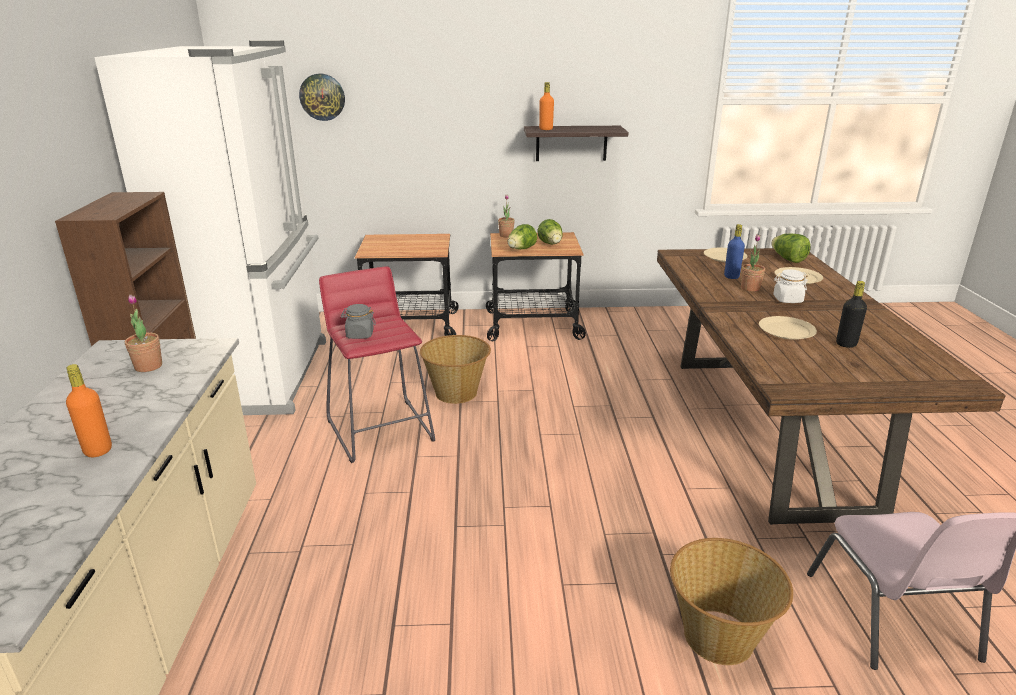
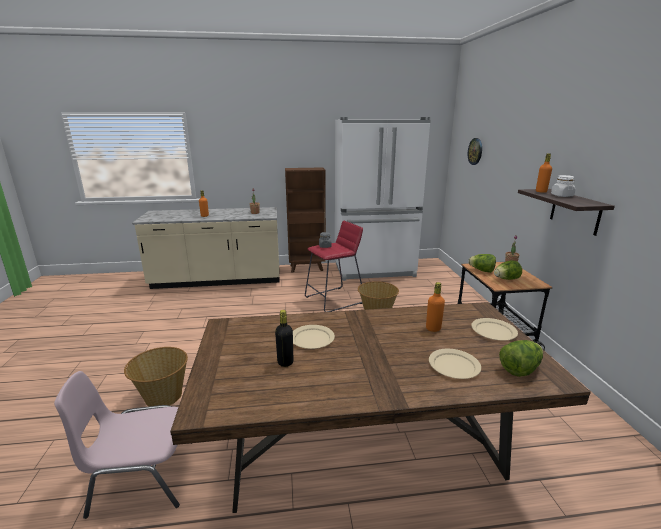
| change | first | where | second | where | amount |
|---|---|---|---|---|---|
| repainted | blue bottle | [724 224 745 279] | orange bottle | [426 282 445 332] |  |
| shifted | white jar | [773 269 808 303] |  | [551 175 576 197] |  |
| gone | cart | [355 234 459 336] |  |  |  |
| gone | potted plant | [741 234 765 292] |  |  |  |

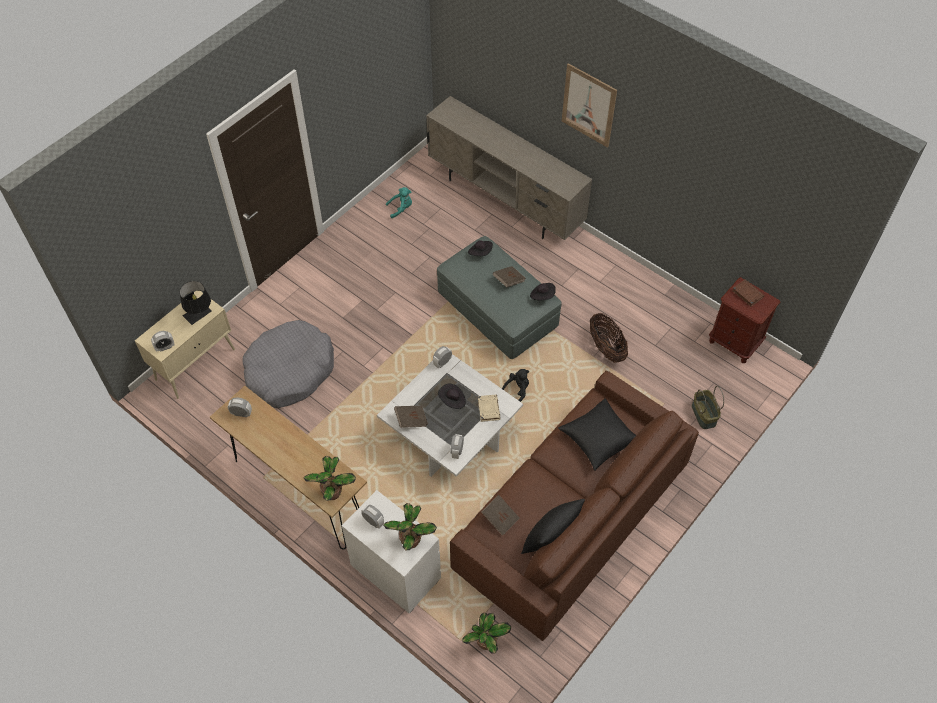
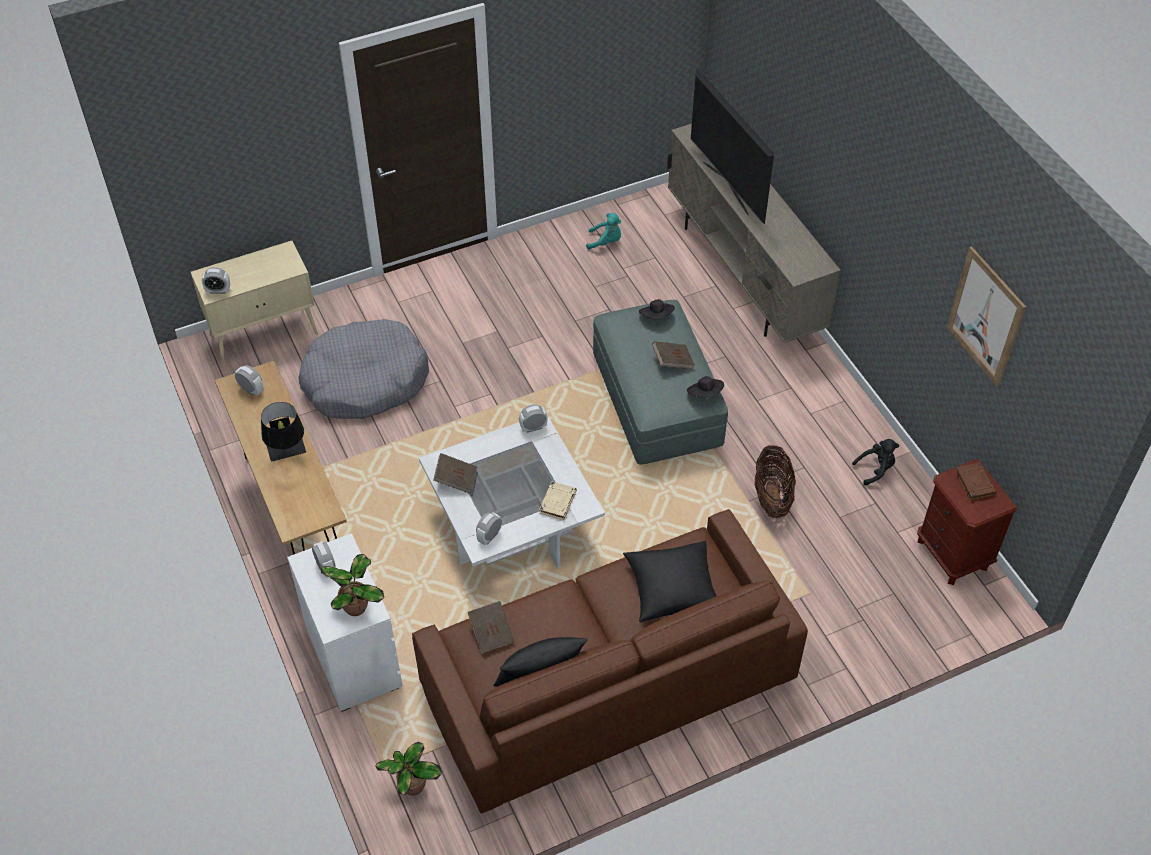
| change | first | where | second | where | amount |
|---|---|---|---|---|---|
| shifted | black table lamp | [180 281 212 325] |  | [261 402 306 462] |  |
| new |  |  | television | [691 69 774 224] |  |
| shifted | black plush toy | [502 369 529 402] |  | [852 439 899 486] |  |
| shifted | picture | [562 63 617 148] |  | [947 246 1026 387] |  |
| gone | potted plant | [304 456 356 501] |  |  |  |
| gone | black hat | [438 383 466 409] |  |  |  |
| gone | basket | [692 386 724 429] |  |  |  |

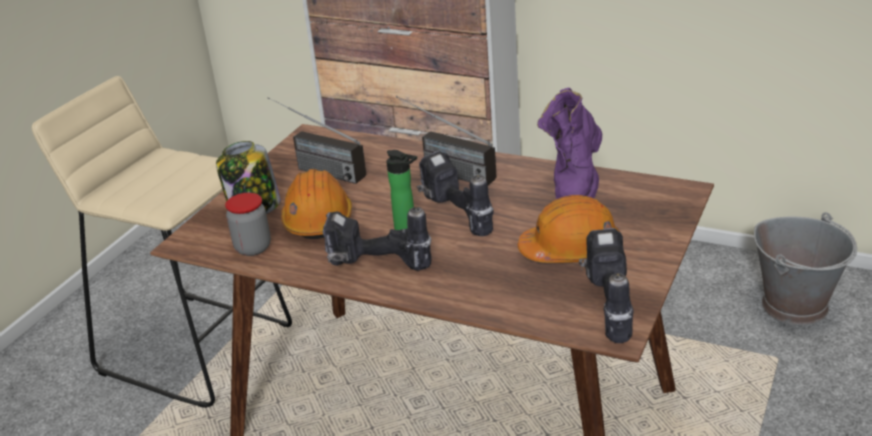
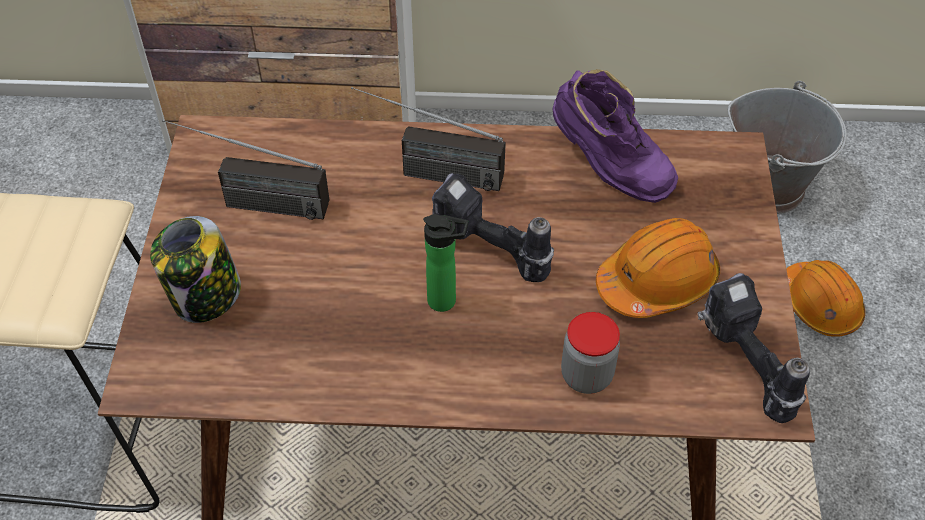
| change | first | where | second | where | amount |
|---|---|---|---|---|---|
| rotated | purple boot | [537 88 602 199] |  | [553 69 678 203] | 45 degrees counterclockwise |
| shifted | jar | [225 193 271 256] |  | [561 312 620 394] |  |
| shifted | orange hard hat | [281 169 352 239] |  | [786 260 865 337] |  |
| gone | power drill | [323 207 432 271] |  |  |  |

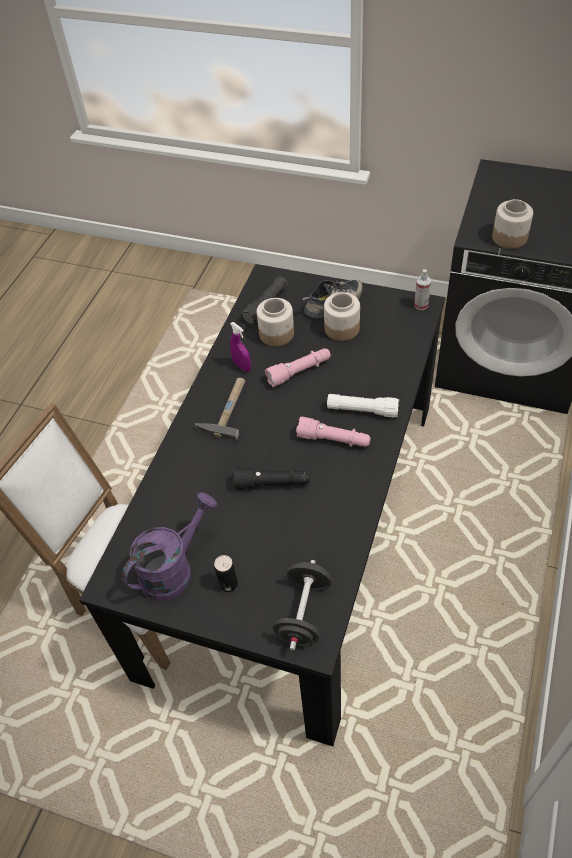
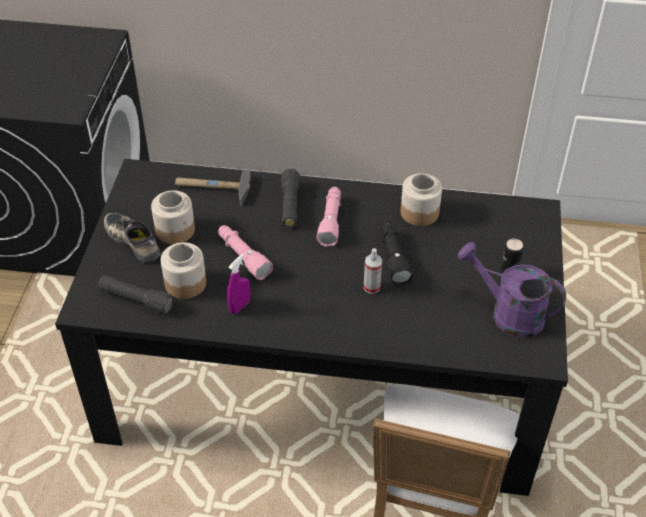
| change | first | where | second | where | amount |
|---|---|---|---|---|---|
| shifted | hammer | [195 378 245 440] |  | [175 171 251 206] |  |
| repainted | white flashlight | [327 394 399 418] | black flashlight | [281 169 300 228] |  |
| shifted | spray bottle | [414 269 431 310] |  | [364 248 382 294] |  |
| shifted | jar | [492 199 533 249] |  | [401 173 442 226] |  |
| gone | black dumbbell | [273 560 332 650] |  |  |  |

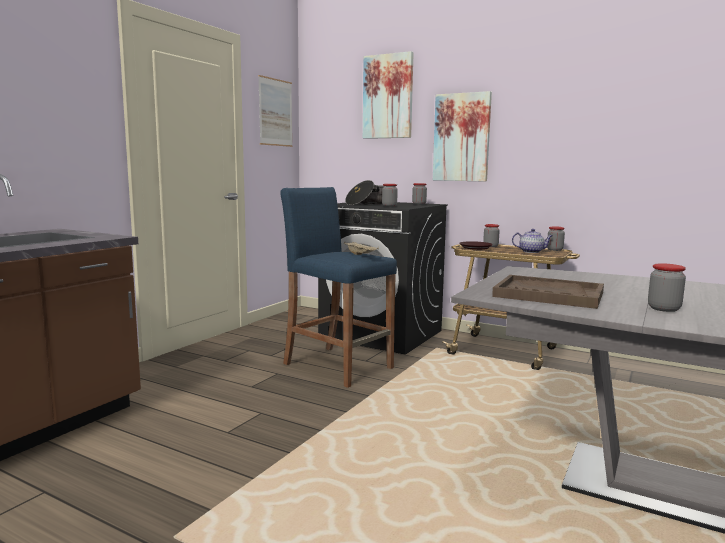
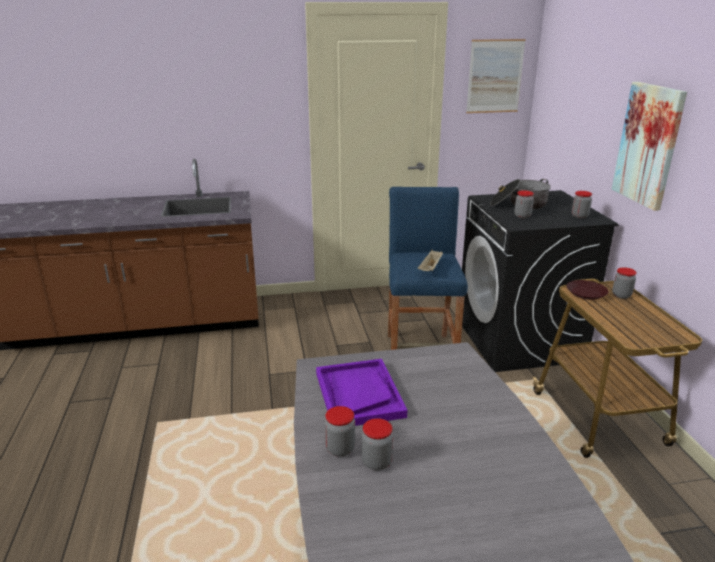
| change | first | where | second | where | amount |
|---|---|---|---|---|---|
| repainted | brown tray | [492 275 604 309] | purple tray | [316 359 407 426] |  |
| shifted | jar | [547 226 565 251] |  | [325 406 355 457] |  |
| gone | picture | [363 51 414 139] |  |  |  |
| gone | teapot | [512 229 553 253] |  |  |  |

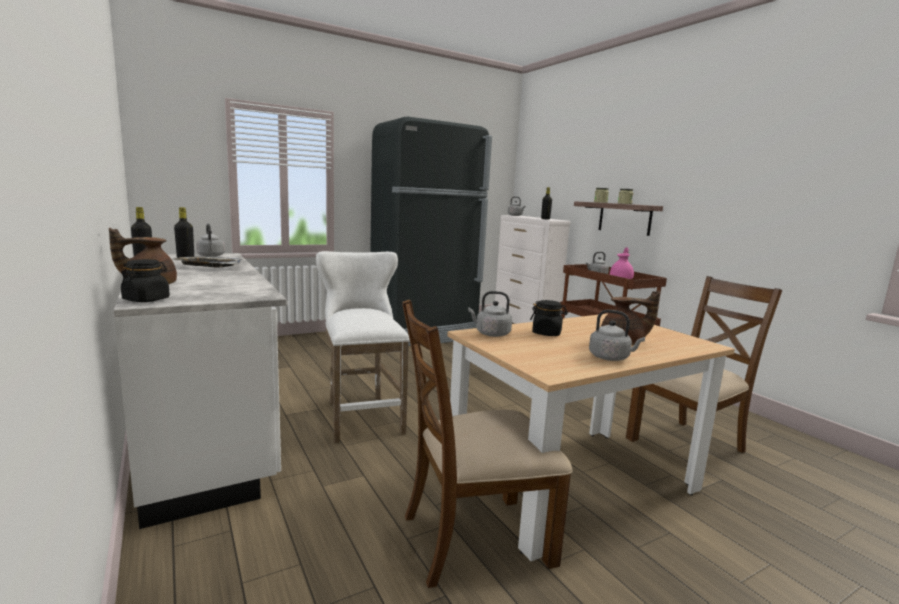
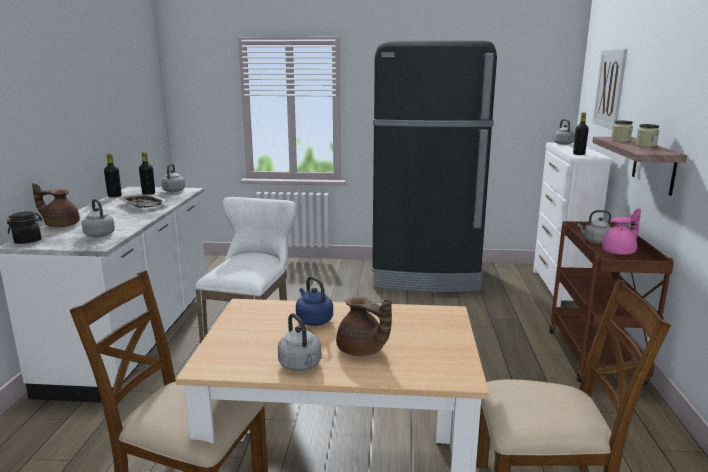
| change | first | where | second | where | amount |
|---|---|---|---|---|---|
| shifted | grey kettle | [468 291 512 337] |  | [82 199 115 237] |  |
| swapped | black jar | [530 300 568 336] | blue kettle | [296 276 333 326] |  |
| new |  |  | picture | [592 49 627 129] |  |

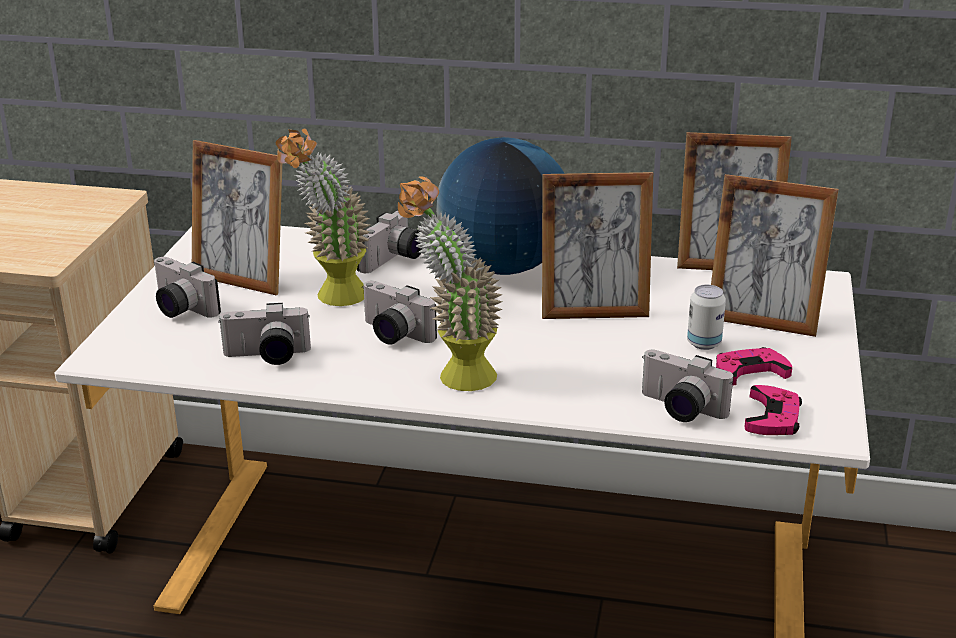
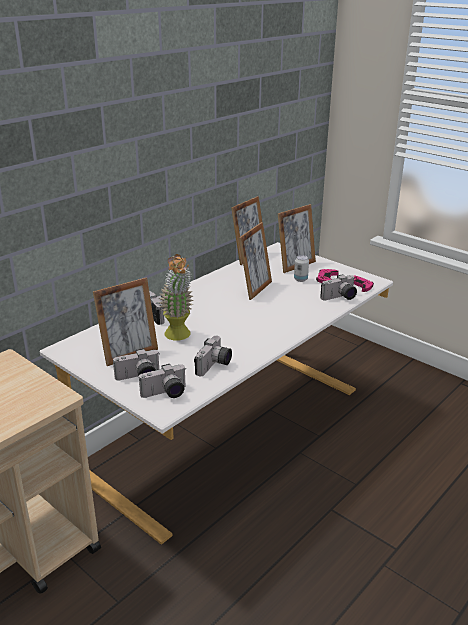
| change | first | where | second | where | amount |
|---|---|---|---|---|---|
| shifted | photo camera | [362 281 437 345] |  | [139 364 185 398] |  |
| gone | potted plant | [398 176 503 391] |  |  |  |
| gone | globe | [436 137 565 275] |  |  |  |

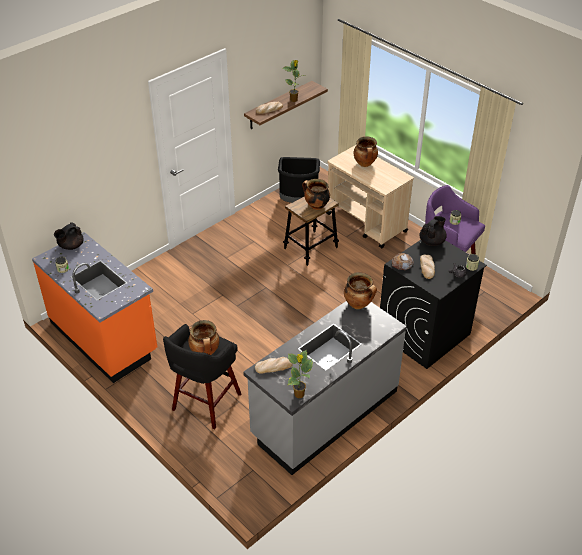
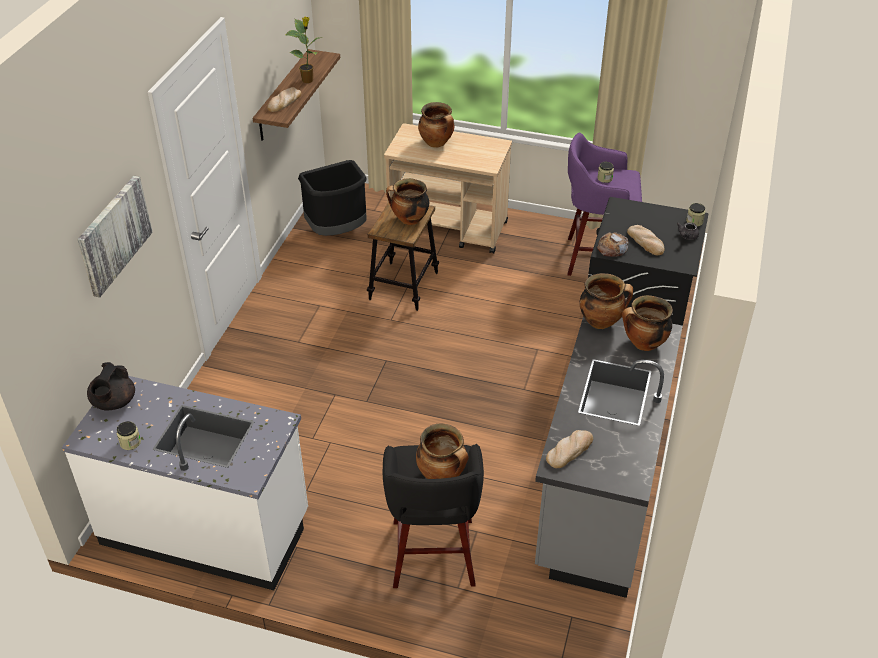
| change | first | where | second | where | amount |
|---|---|---|---|---|---|
| repainted | orange counter | [32 232 157 383] | white counter | [62 376 308 590] |  |
| new |  |  | picture | [77 176 152 298] |  |
| new |  |  | cooking pot | [622 295 673 351] |  |
| gone | potted plant | [287 350 313 398] |  |  |  |
| gone | black teapot | [419 216 447 246] |  |  |  |

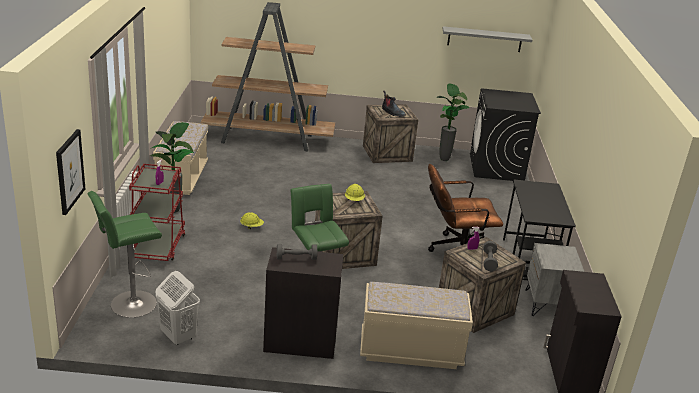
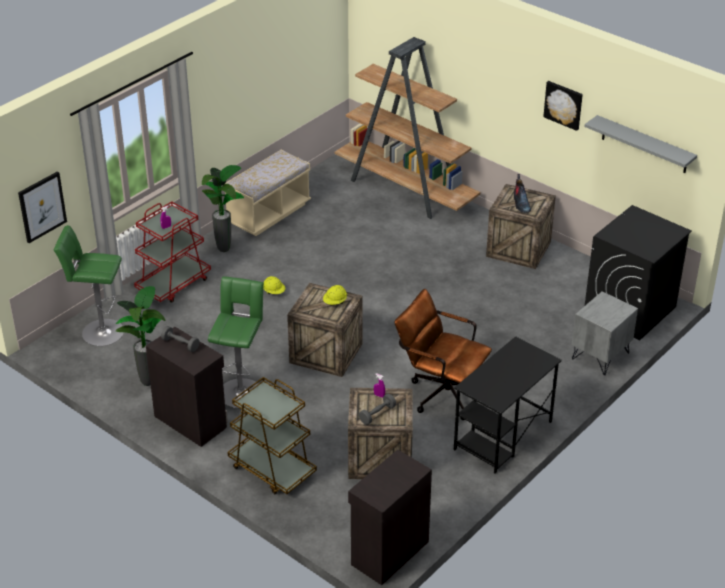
| change | first | where | second | where | amount |
|---|---|---|---|---|---|
| shifted | potted plant | [437 84 469 161] |  | [116 286 165 386] |  |
| swapped | beige bench | [360 282 473 369] | brown cart | [227 377 317 494] |  |
| new |  |  | picture | [543 81 583 131] |  |
| shifted | grey nightstand | [525 243 585 316] |  | [572 291 638 375] |  |
| gone | white laundry basket | [155 271 200 345] |  |  |  |

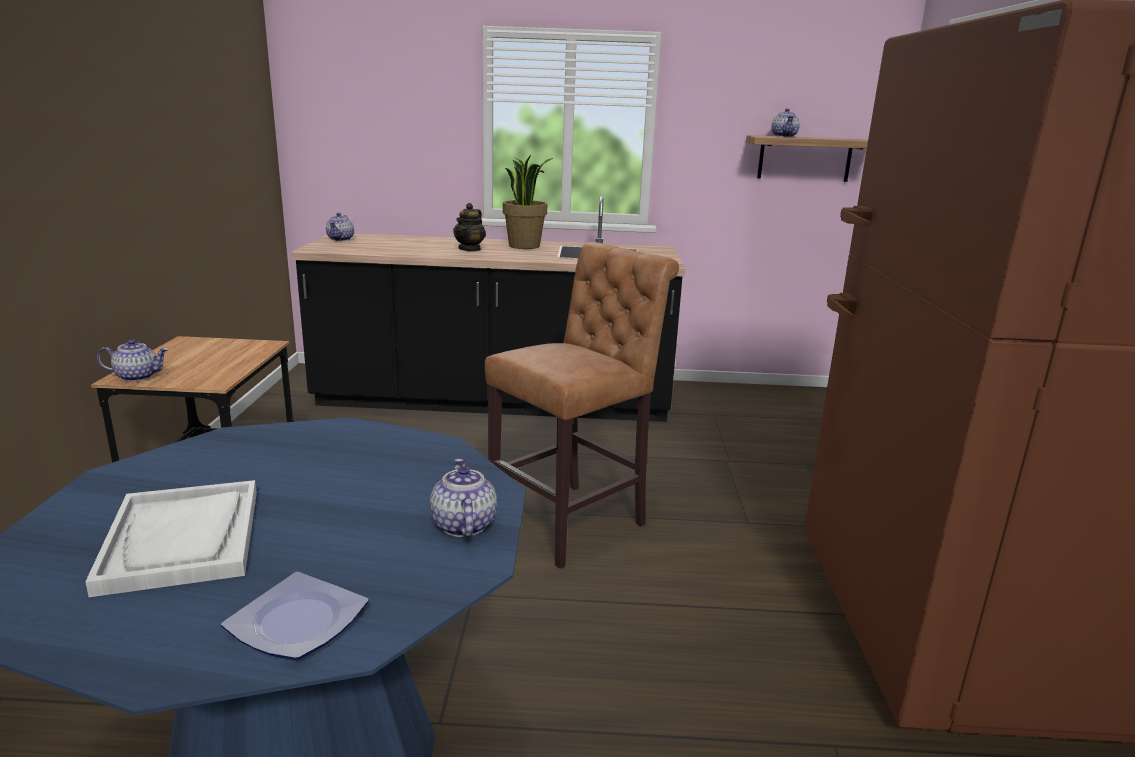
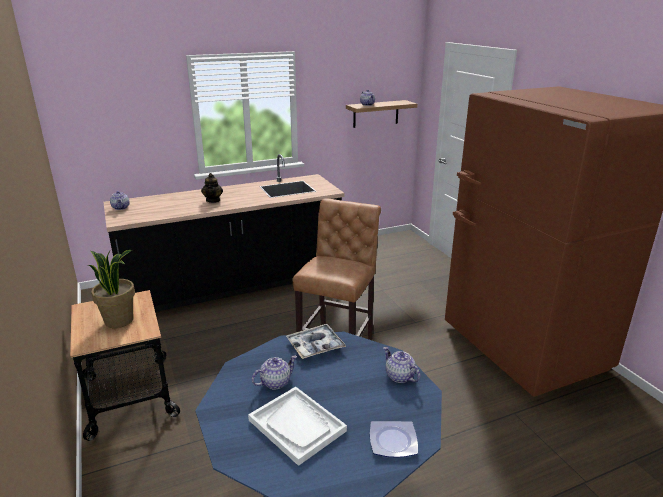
| change | first | where | second | where | amount |
|---|---|---|---|---|---|
| shifted | potted plant | [503 155 553 249] |  | [88 250 135 328] |  |
| shifted | teapot | [97 339 169 382] |  | [252 355 297 390] |  |
| new |  |  | tray | [286 324 346 359] |  |

